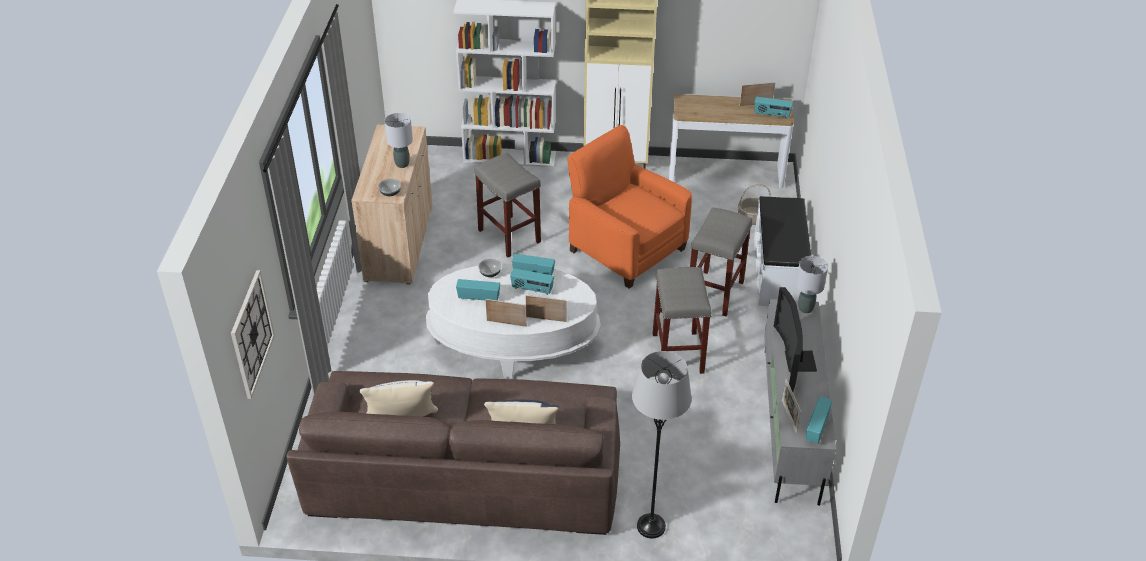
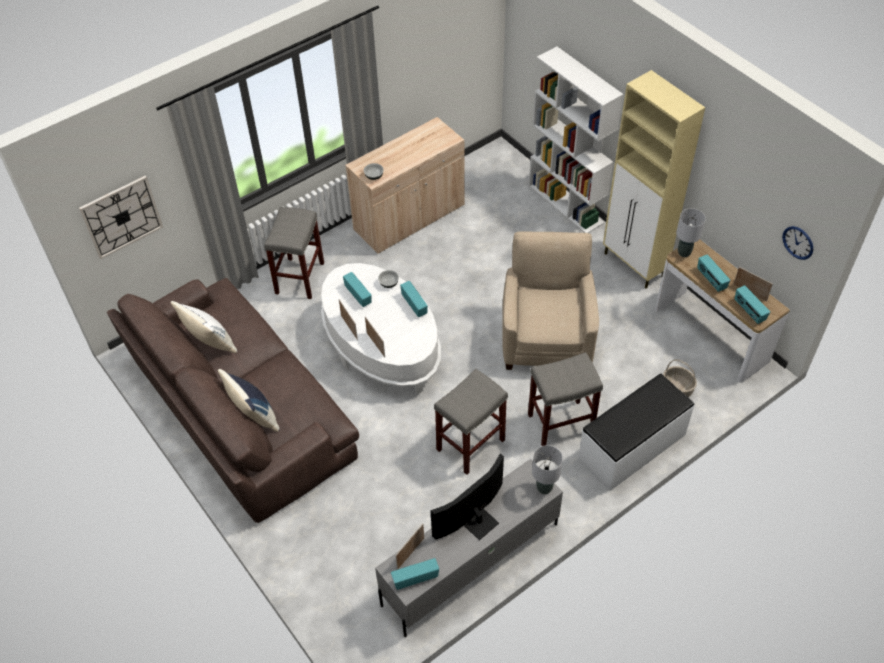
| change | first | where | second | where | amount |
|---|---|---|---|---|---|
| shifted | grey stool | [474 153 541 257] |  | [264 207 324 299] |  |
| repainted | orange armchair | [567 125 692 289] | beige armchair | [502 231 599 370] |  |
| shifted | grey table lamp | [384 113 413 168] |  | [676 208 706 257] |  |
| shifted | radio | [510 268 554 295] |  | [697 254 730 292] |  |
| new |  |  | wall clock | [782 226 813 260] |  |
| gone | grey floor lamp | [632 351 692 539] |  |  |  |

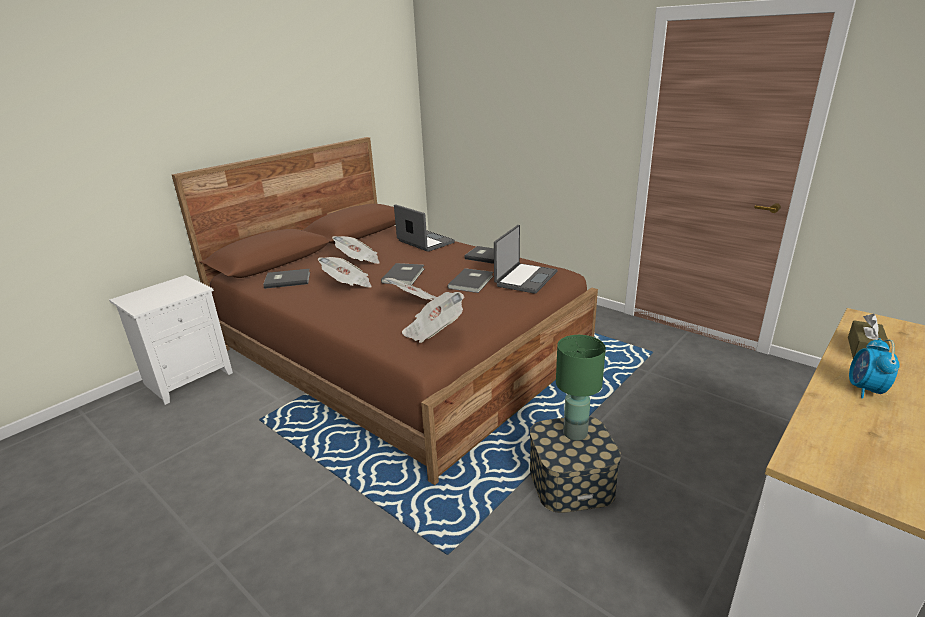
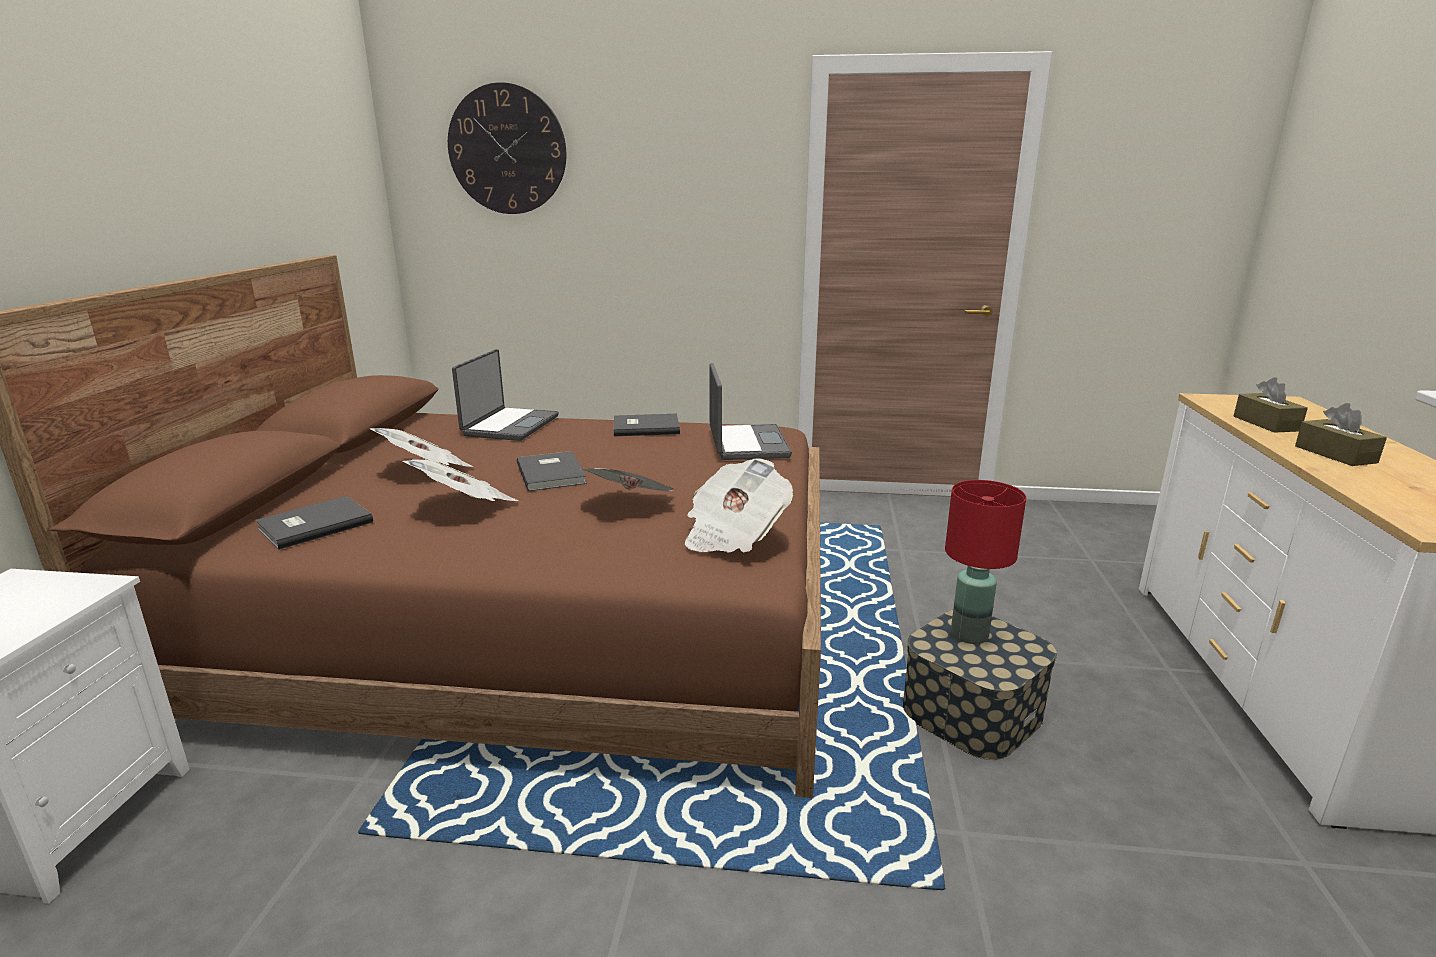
| change | first | where | second | where | amount |
|---|---|---|---|---|---|
| new |  |  | wall clock | [448 82 566 214] |  |
| rotated | laptop | [394 204 455 252] |  | [452 349 559 441] | 90 degrees clockwise |
| repainted | green table lamp | [556 335 606 441] | red table lamp | [945 480 1026 644] |  |
| swapped | alarm clock | [849 338 900 398] | brown tissue box | [1295 403 1387 466] |  |
| gone | grey book | [447 268 493 293] |  |  |  |

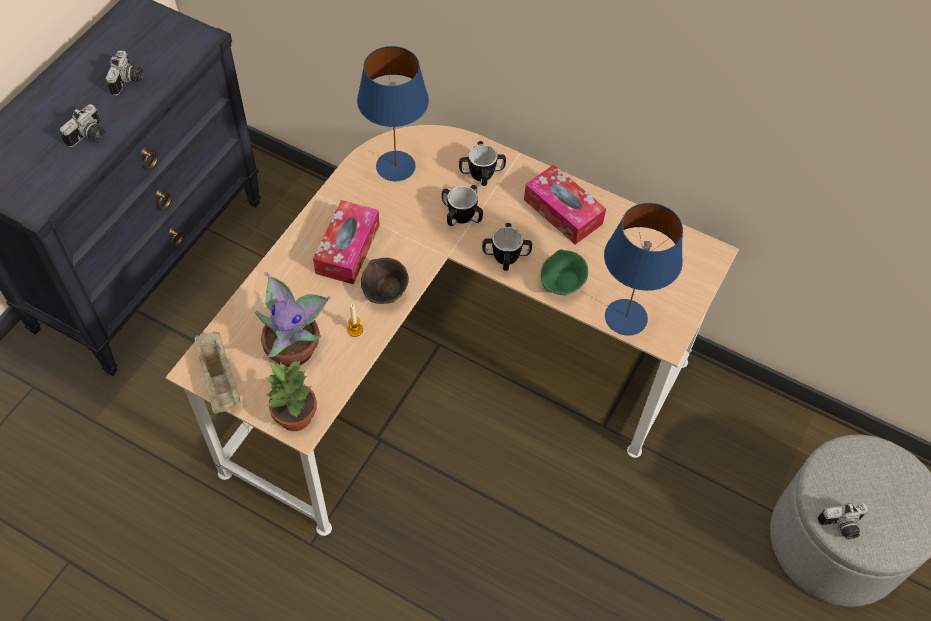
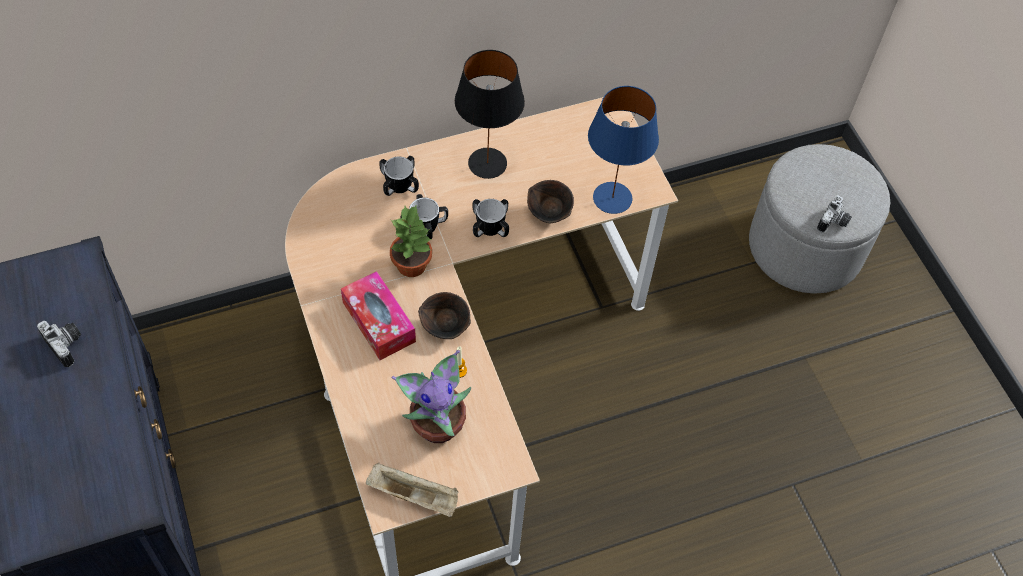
| change | first | where | second | where | amount |
|---|---|---|---|---|---|
| shifted | potted plant | [265 360 317 431] |  | [390 206 432 277] |  |
| swapped | tissue box | [524 164 606 245] | black table lamp | [455 50 525 179] |  |
| repainted | green bowl | [541 249 588 295] | brown bowl | [527 180 574 223] |  |
| gone | photo camera | [60 104 105 147] |  |  |  |
| gone | blue table lamp | [357 46 429 181] |  |  |  |

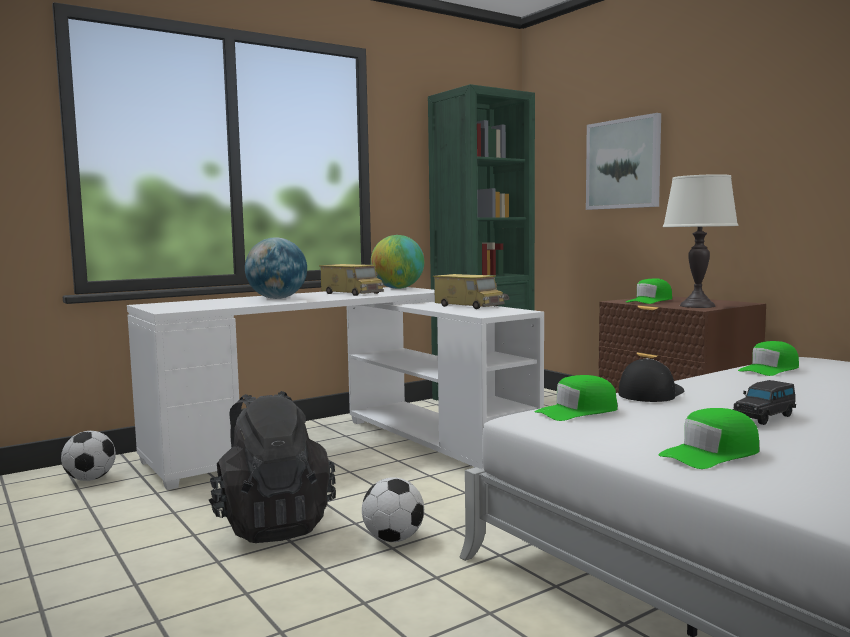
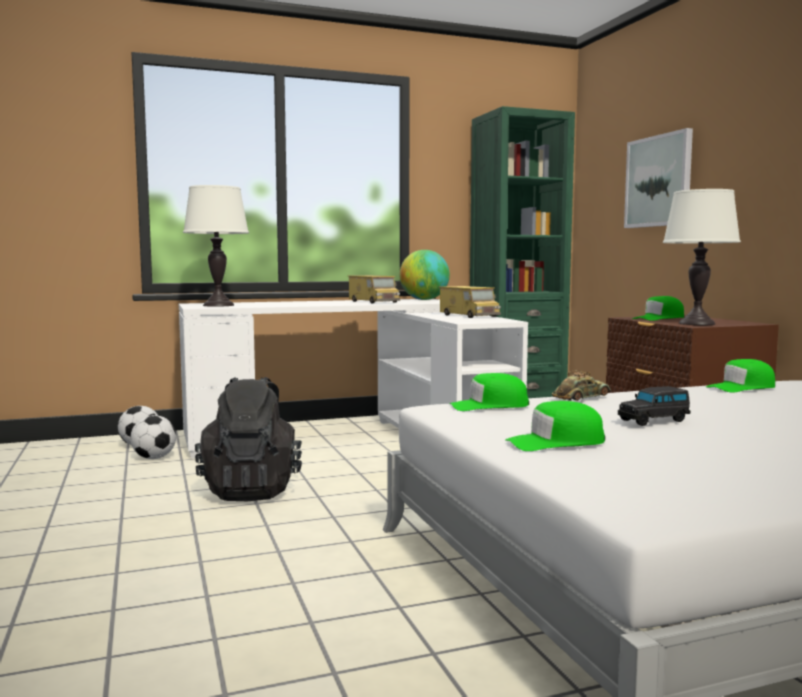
| change | first | where | second | where | amount |
|---|---|---|---|---|---|
| shifted | football | [362 477 424 542] |  | [130 415 176 459] |  |
| new |  |  | white table lamp | [183 185 249 307] |  |
| swapped | cap | [618 358 685 402] | toy car | [552 370 611 401] |  |
| gone | globe | [245 237 307 299] |  |  |  |

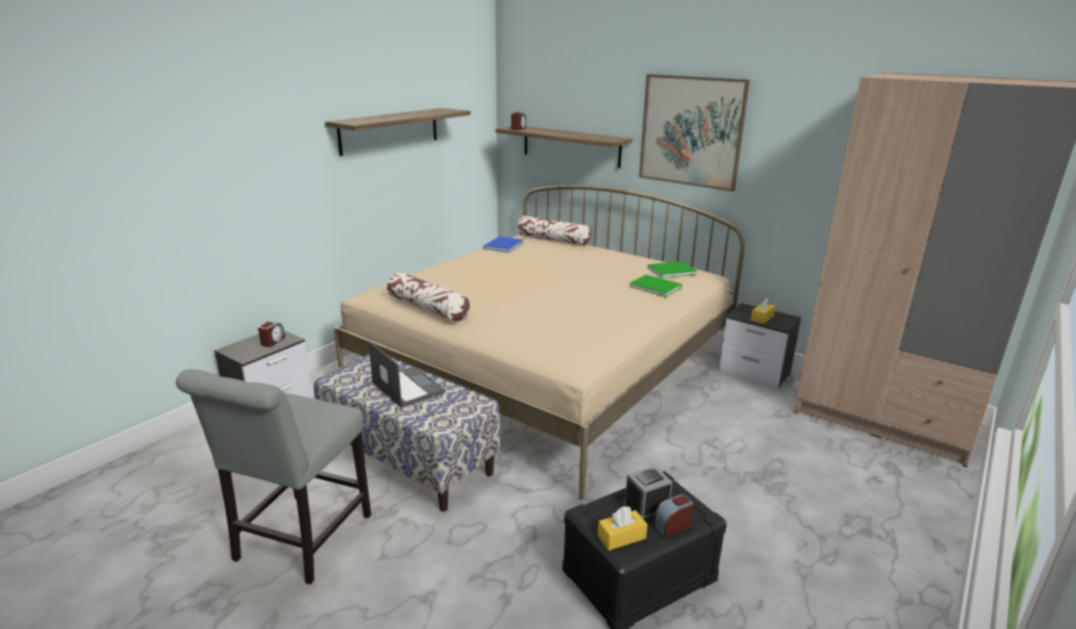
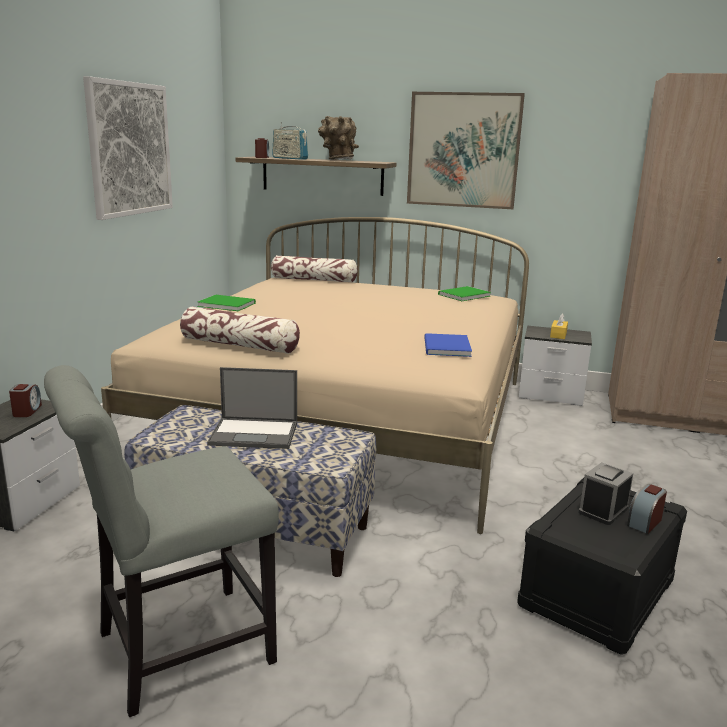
| change | first | where | second | where | amount |
|---|---|---|---|---|---|
| rotated | grey chair | [176 369 371 584] |  | [44 365 279 717] | 60 degrees clockwise |
| swapped | shelf | [325 108 471 156] | picture | [83 76 173 220] |  |
| shifted | green book | [629 275 682 297] |  | [197 295 256 311] |  |
| rotated | laptop | [368 341 446 408] |  | [207 367 297 449] | 150 degrees clockwise |
| new |  |  | radio | [272 122 308 159] |  |
| new |  |  | brown vase | [318 116 359 160] |  |
| shifted | blue book | [483 236 524 253] |  | [424 333 472 357] |  |
| gone | yellow tissue box | [598 506 648 550] |  |  |  |

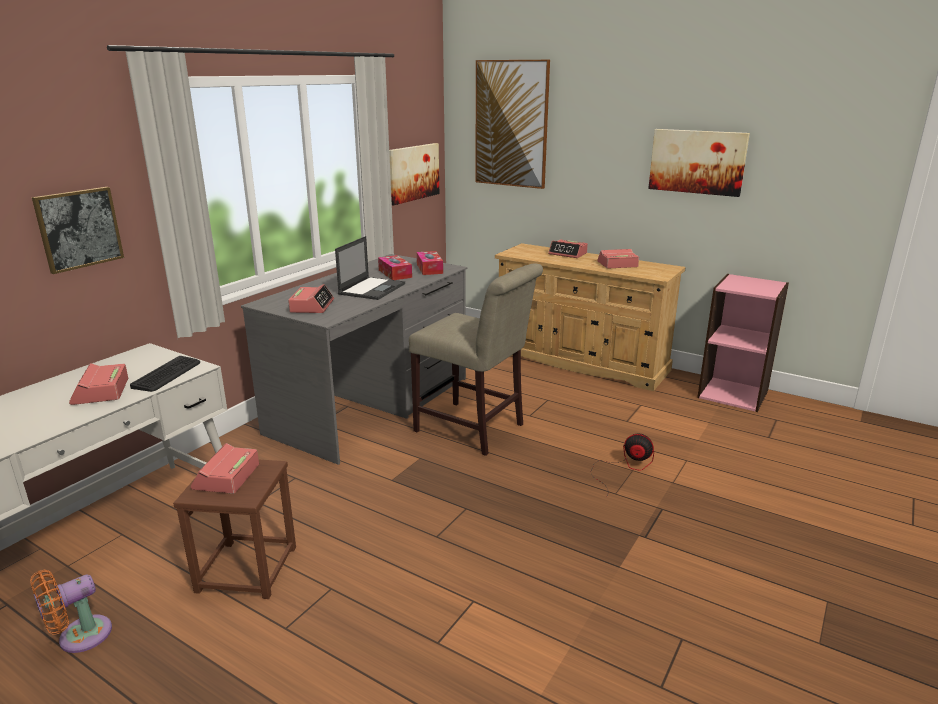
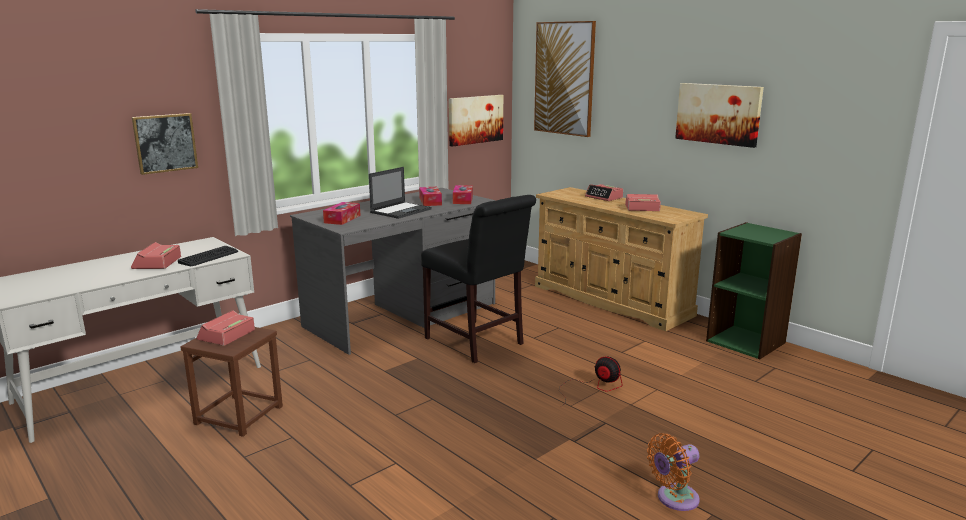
| change | first | where | second | where | amount |
|---|---|---|---|---|---|
| swapped | alarm clock | [288 284 334 313] | tissue box | [323 202 361 225] |  |
| repainted | beige chair | [409 263 543 456] | black chair | [421 195 536 363] |  |
| shifted | orange fan | [30 570 112 653] |  | [647 433 700 511] |  |
| repainted | pink bookcase | [697 274 789 412] | green bookcase | [706 222 802 359] |  |

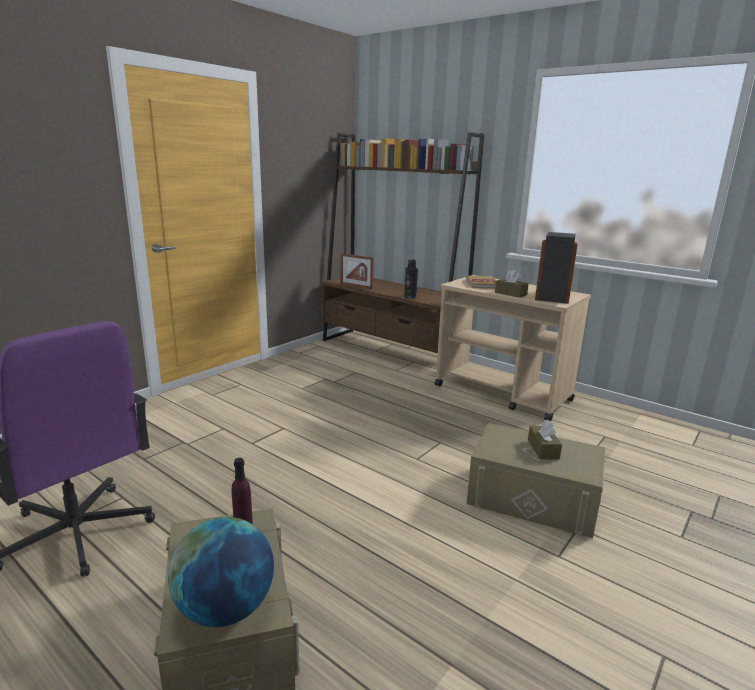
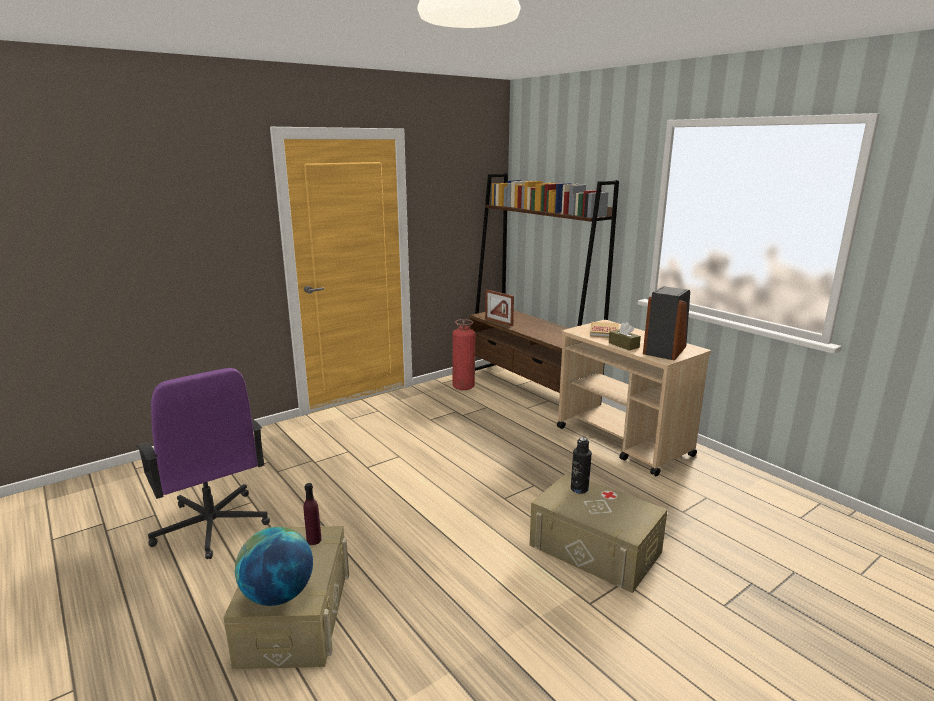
| change | first | where | second | where | amount |
|---|---|---|---|---|---|
| new |  |  | fire extinguisher | [452 319 475 390] |  |
| shifted | black bottle | [404 259 418 298] |  | [571 438 592 494] |  |
| gone | brown tissue box | [528 420 562 459] |  |  |  |

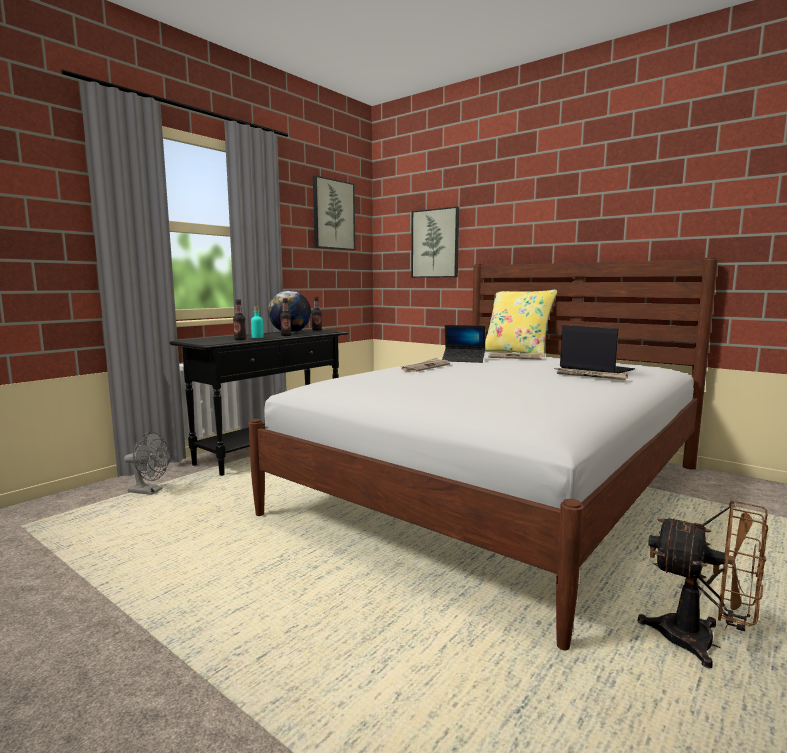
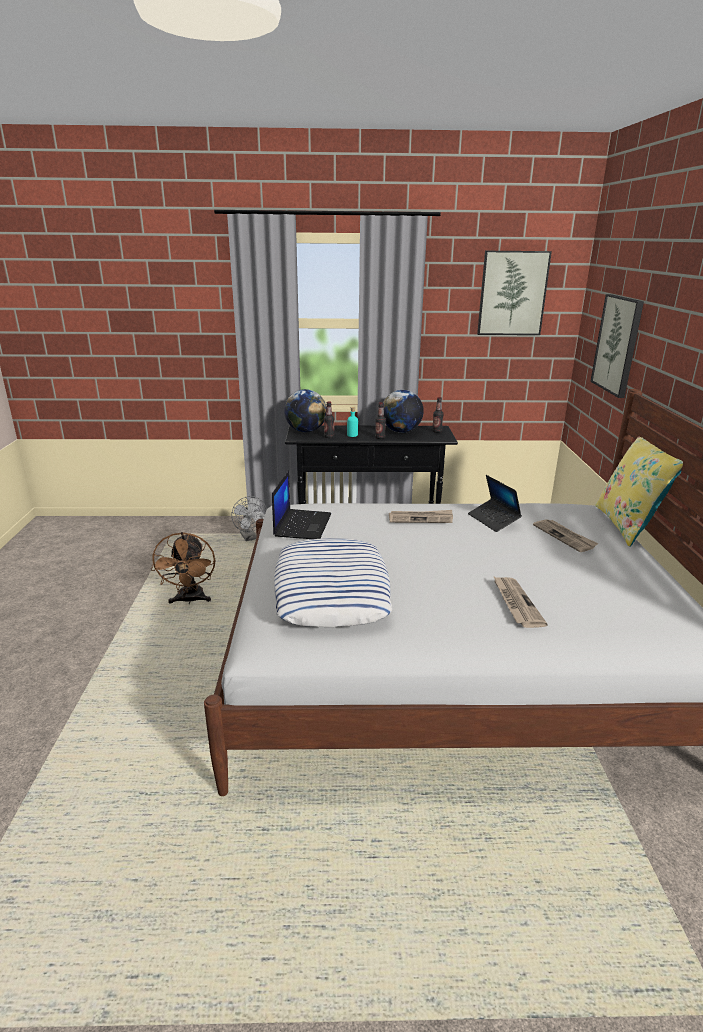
| change | first | where | second | where | amount |
|---|---|---|---|---|---|
| shifted | brown fan | [637 500 768 669] |  | [151 532 216 604] |  |
| shifted | laptop | [560 325 635 373] |  | [272 470 331 539] |  |
| new |  |  | pillow | [274 538 392 627] |  |
| new |  |  | globe | [284 389 327 432] |  |

